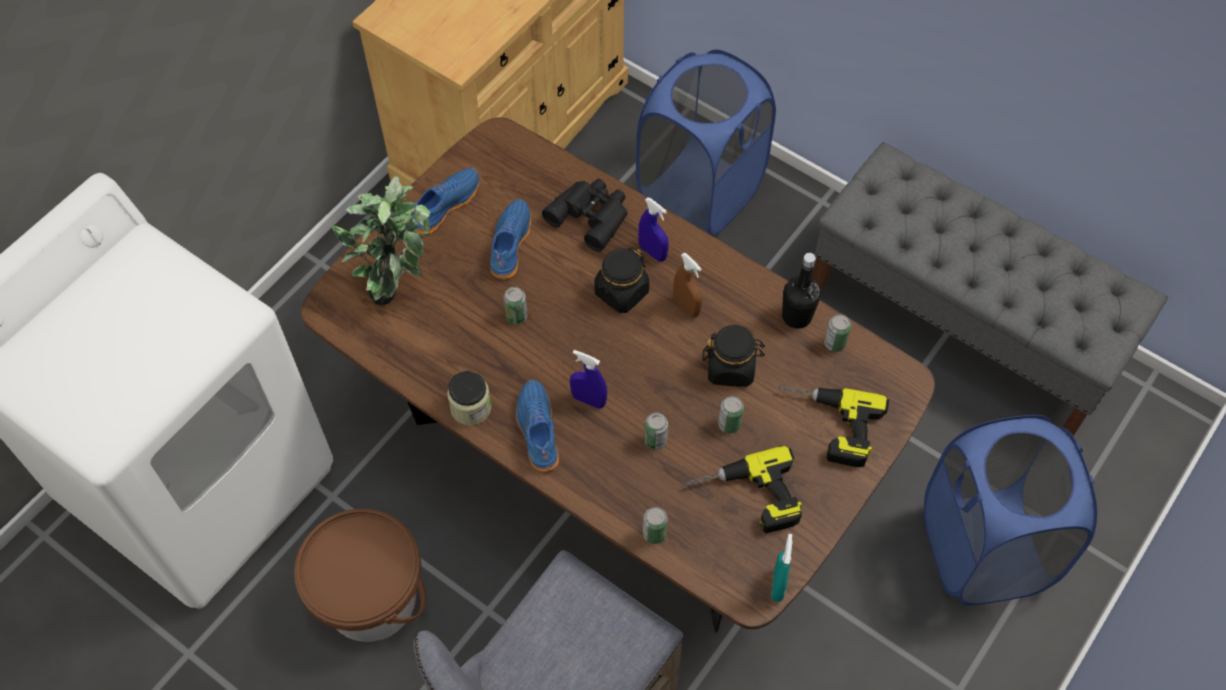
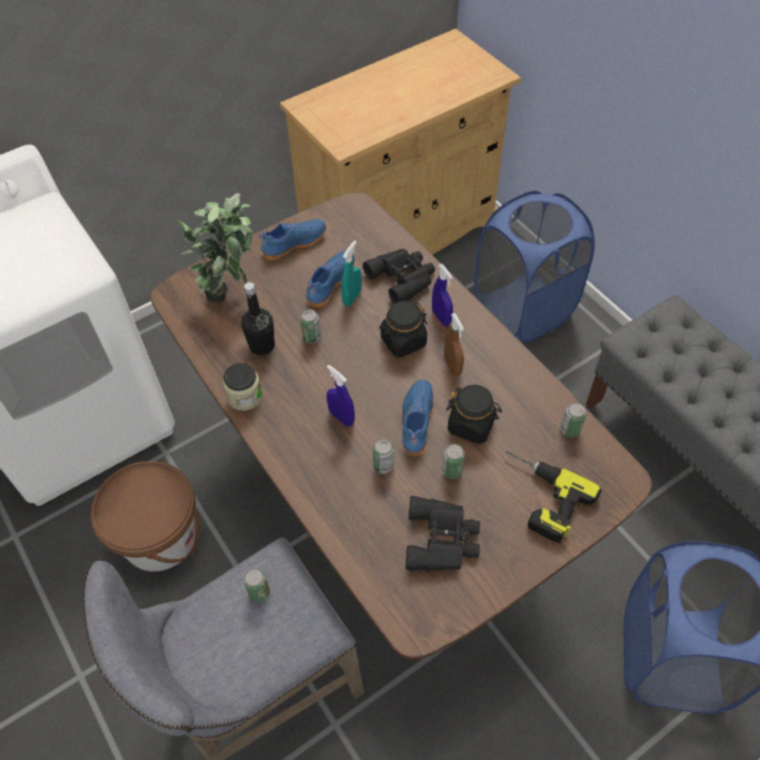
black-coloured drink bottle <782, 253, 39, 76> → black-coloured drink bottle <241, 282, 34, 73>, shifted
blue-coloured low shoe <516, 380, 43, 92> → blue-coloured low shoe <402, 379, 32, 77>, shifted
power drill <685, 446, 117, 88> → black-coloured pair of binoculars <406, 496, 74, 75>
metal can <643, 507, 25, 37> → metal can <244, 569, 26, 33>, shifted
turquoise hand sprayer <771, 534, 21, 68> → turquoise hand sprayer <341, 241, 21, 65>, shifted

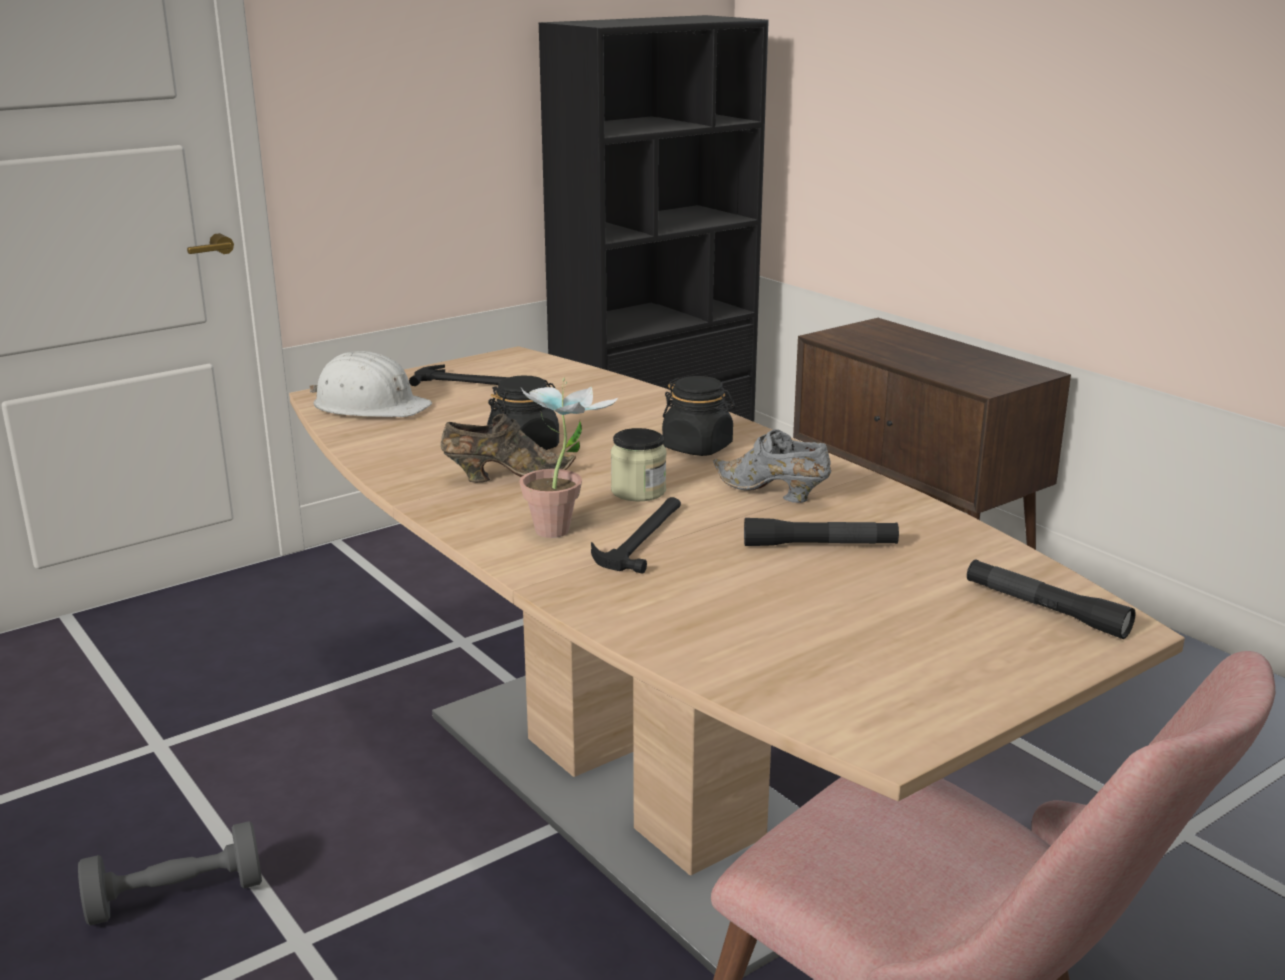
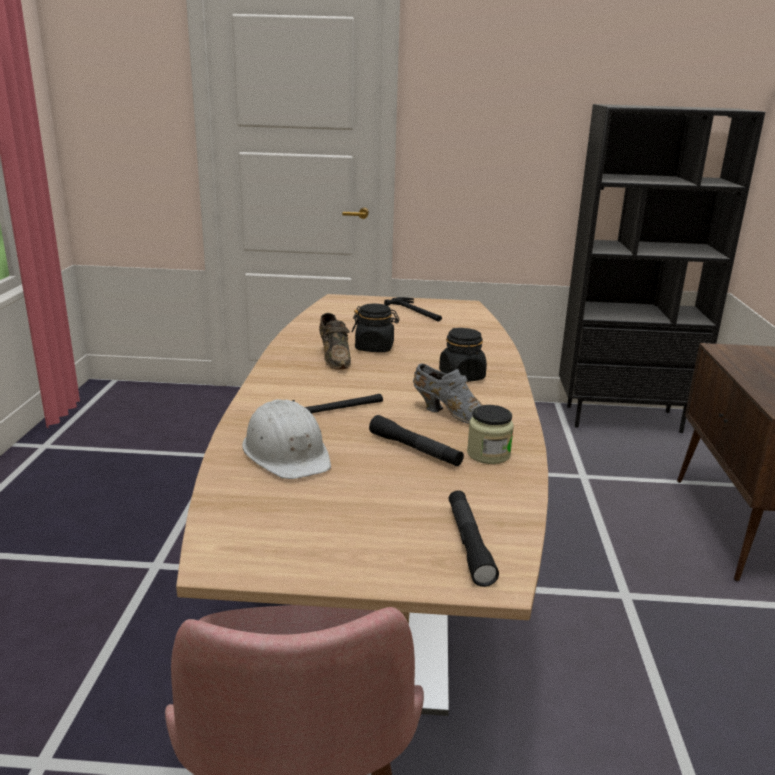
white work helmet <309, 351, 123, 66> → white work helmet <242, 399, 89, 80>, shifted
houseplant <519, 378, 99, 160> → -
brownish low shoe <441, 414, 135, 69> → brownish low shoe <319, 313, 32, 57>, 45 degrees clockwise
storage jar <611, 428, 56, 73> → storage jar <467, 405, 47, 59>, shifted
grey low shoe <713, 429, 118, 74> → grey low shoe <413, 364, 69, 60>, 135 degrees clockwise
grey dumbbell <78, 821, 184, 105> → -

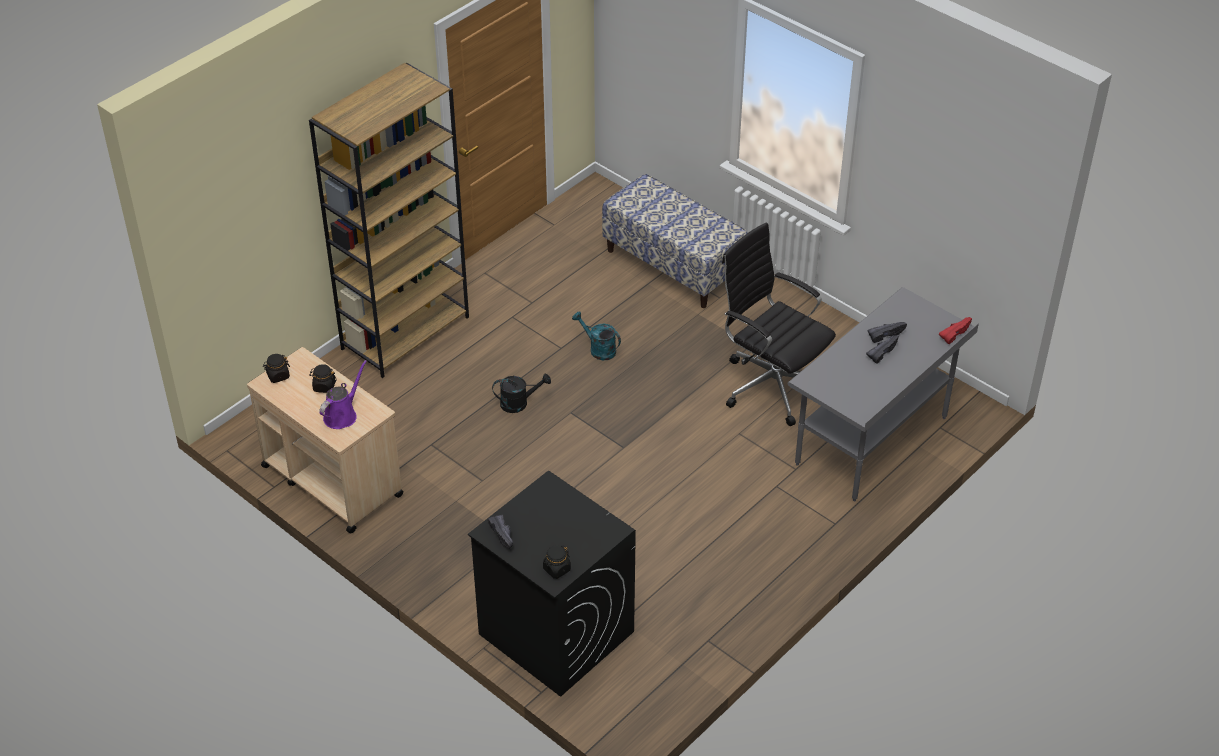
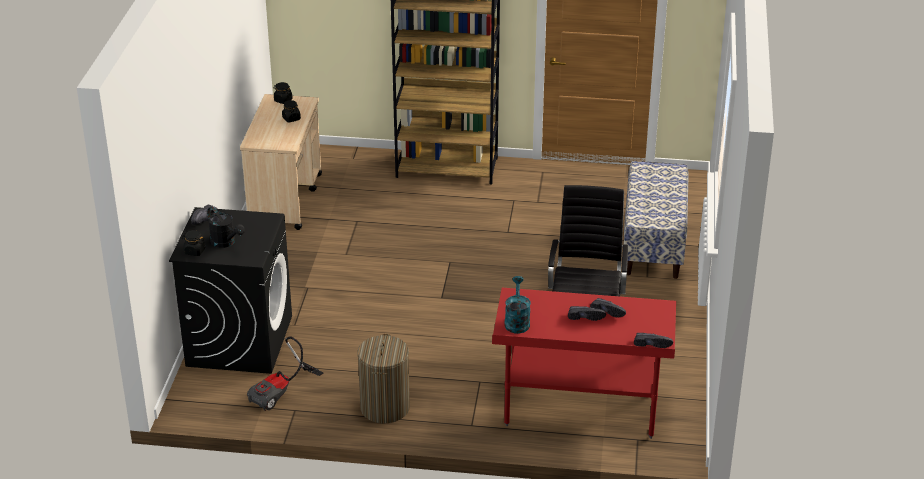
grey desk <788, 287, 191, 214> → red desk <492, 288, 184, 151>
turquoise watering can <572, 311, 49, 49> → turquoise watering can <505, 276, 26, 58>, shifted
red low shoe <939, 317, 33, 27> → black-coloured low shoe <634, 333, 39, 15>
purplish watering can <319, 360, 48, 69> → -
black-coloured watering can <492, 374, 59, 39> → black-coloured watering can <207, 207, 38, 41>, shifted
- → laundry basket <357, 334, 53, 89>
- → vacuum <247, 336, 77, 75>

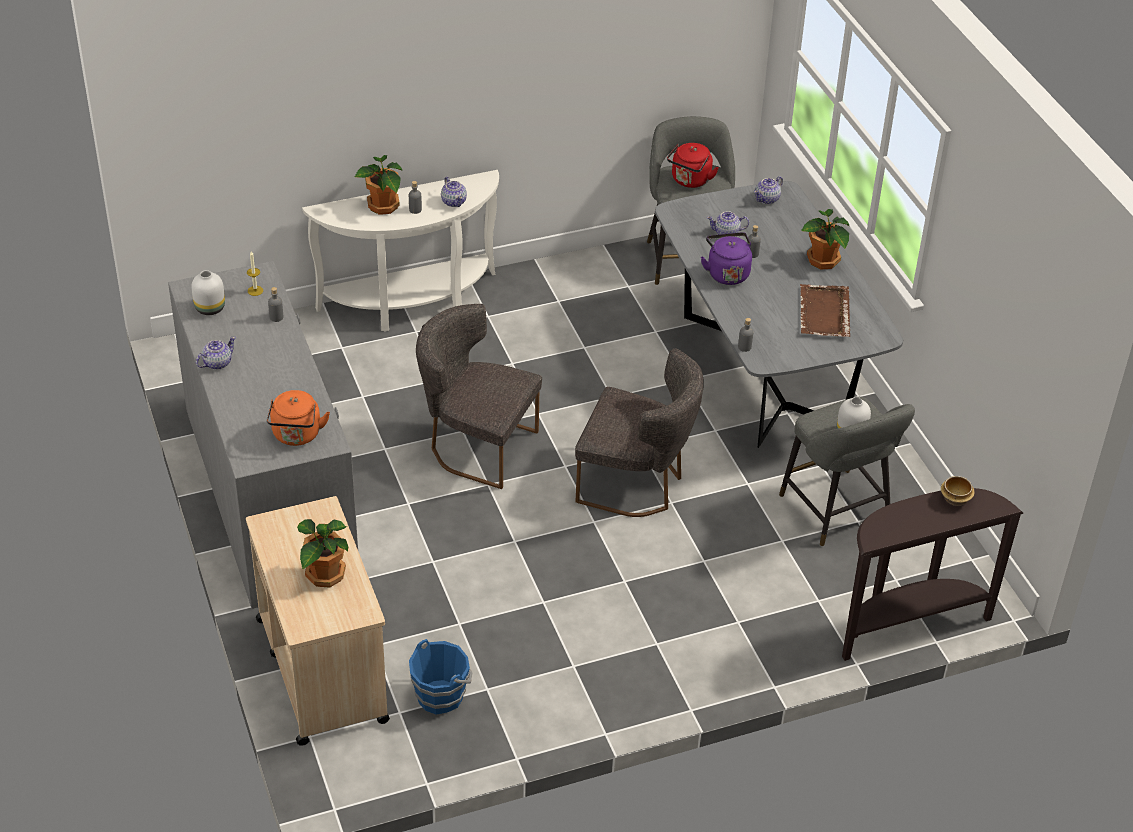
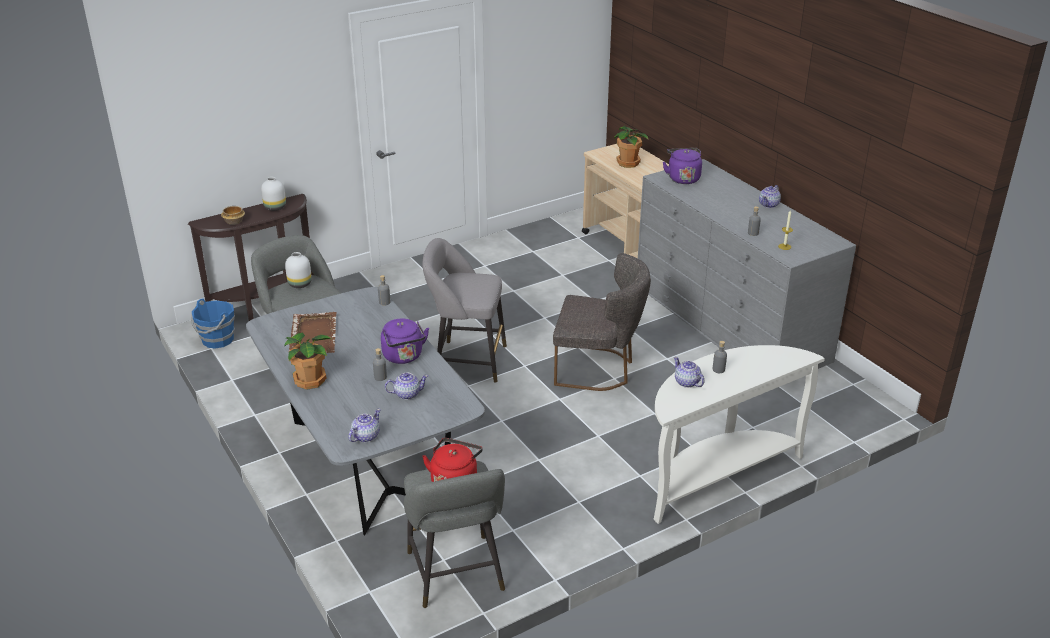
houseplant <355, 155, 47, 60> → -
white decorative vase <192, 270, 33, 45> → white decorative vase <261, 177, 25, 34>, shifted
grey chair <575, 348, 129, 169> → grey stool <423, 238, 84, 145>
orange-coloured water kettle <267, 390, 63, 56> → purplish water kettle <663, 148, 39, 36>
blue-coloured pail <409, 639, 63, 75> → blue-coloured pail <192, 298, 43, 51>, shifted

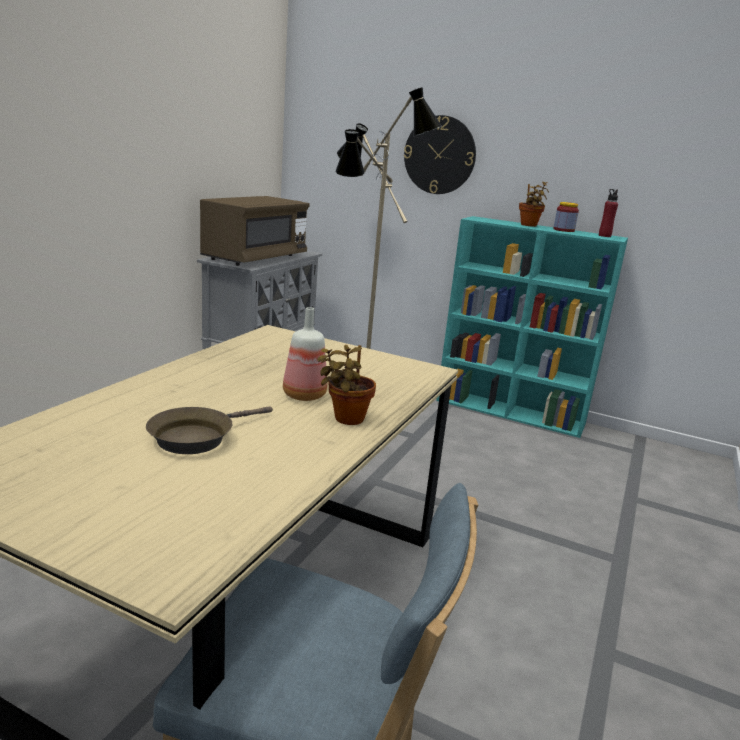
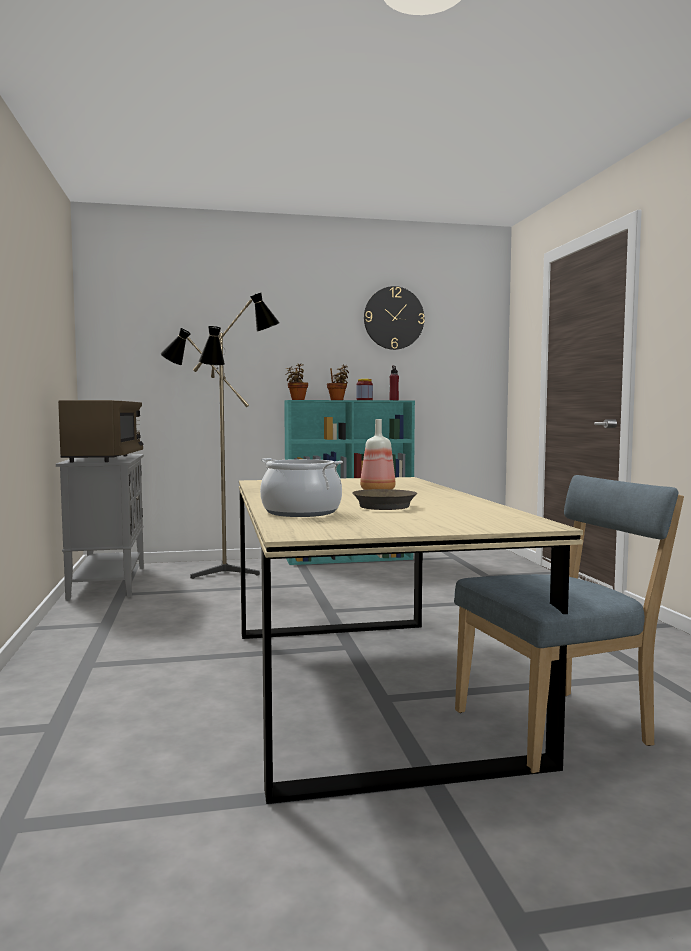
wall clock <404, 115, 72, 79> → wall clock <364, 286, 60, 64>, shifted
houseplant <317, 345, 59, 80> → houseplant <285, 364, 23, 36>, shifted
- → cooking pot <260, 458, 83, 59>

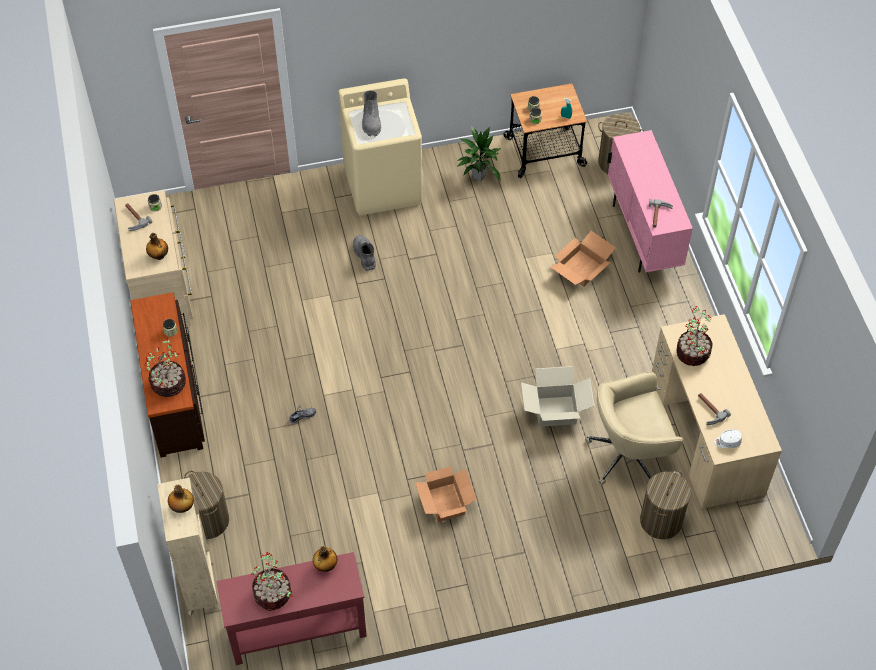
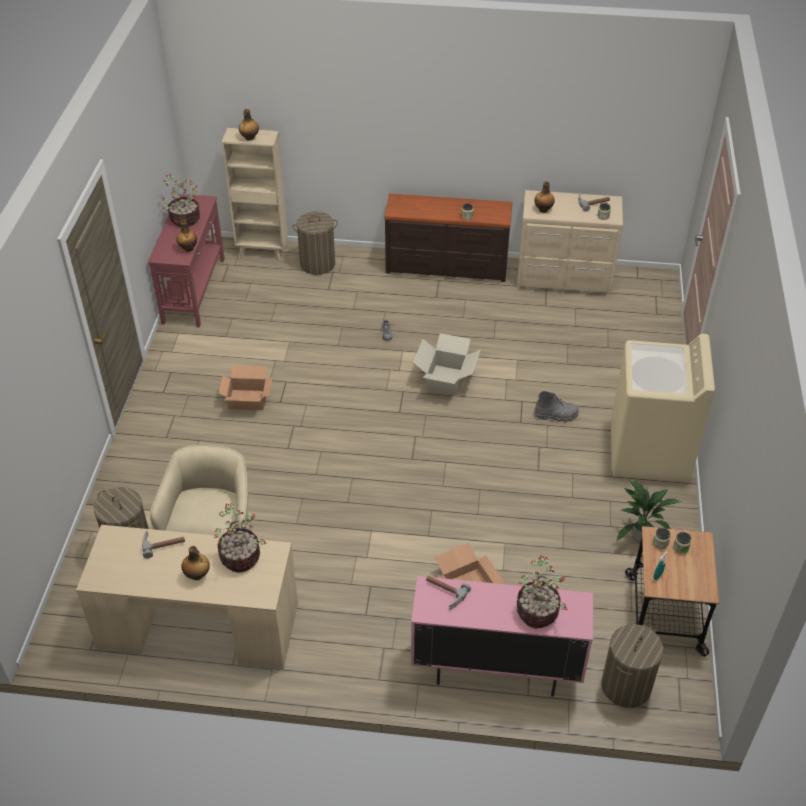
grey boot <362, 90, 19, 47> → -
houseplant <144, 338, 42, 59> → houseplant <517, 555, 51, 74>, shifted
carton <521, 366, 73, 61> → carton <413, 333, 67, 63>, shifted
white cap <714, 429, 28, 19> → -
- → drink bottle <181, 546, 29, 34>

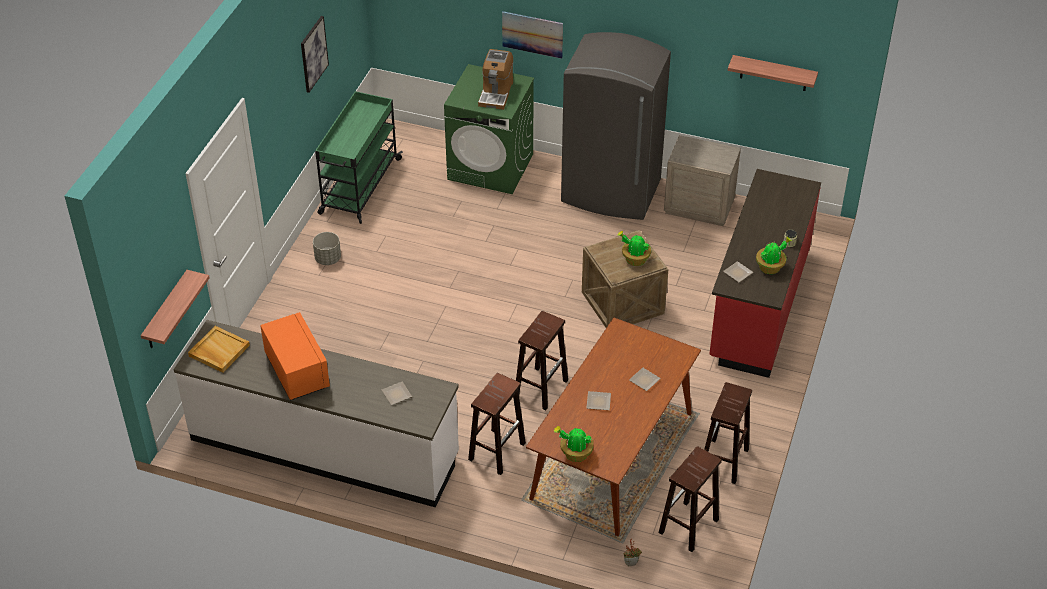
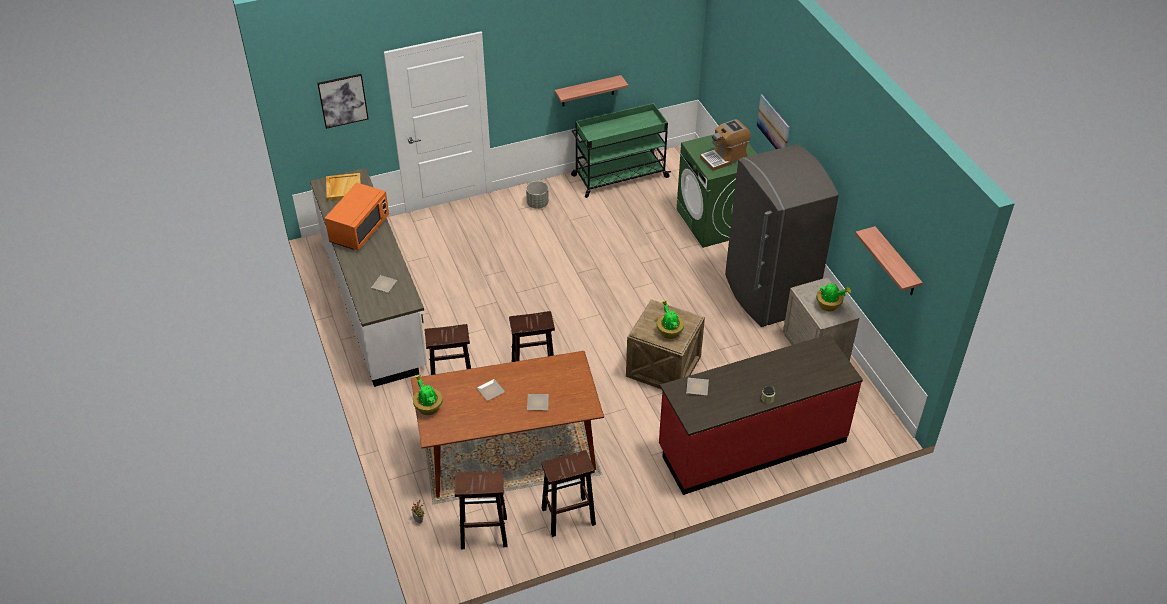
wall picture <301, 16, 28, 77> → wall picture <317, 74, 51, 55>, shifted
houseplant <756, 237, 35, 37> → houseplant <816, 283, 35, 28>, shifted
bracket shelf <141, 270, 69, 78> → bracket shelf <555, 75, 73, 31>, shifted

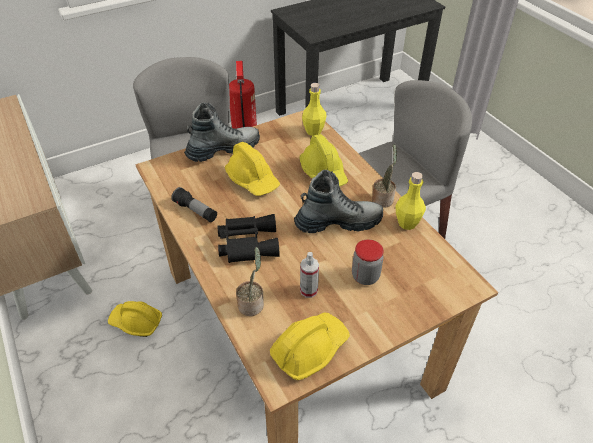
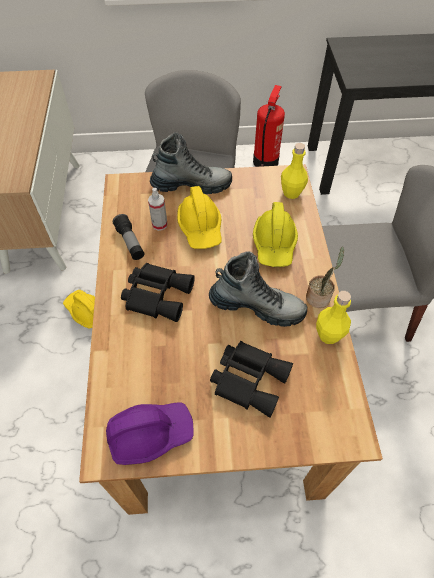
storage jar <352, 239, 32, 46> → black-coloured pair of binoculars <210, 341, 83, 77>
houseplant <236, 247, 28, 69> → -
hand sprayer <300, 252, 19, 46> → hand sprayer <148, 188, 19, 43>, shifted
yellow-coloured work helmet <270, 313, 80, 67> → purplish work helmet <106, 402, 88, 63>

